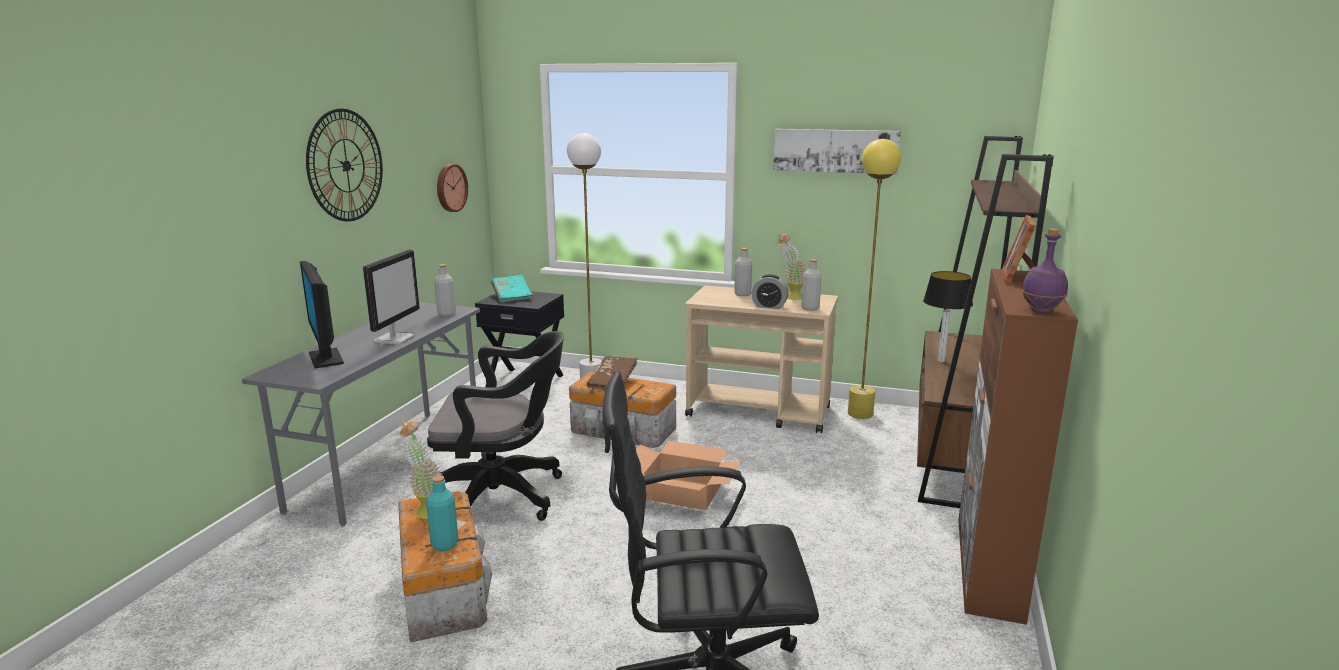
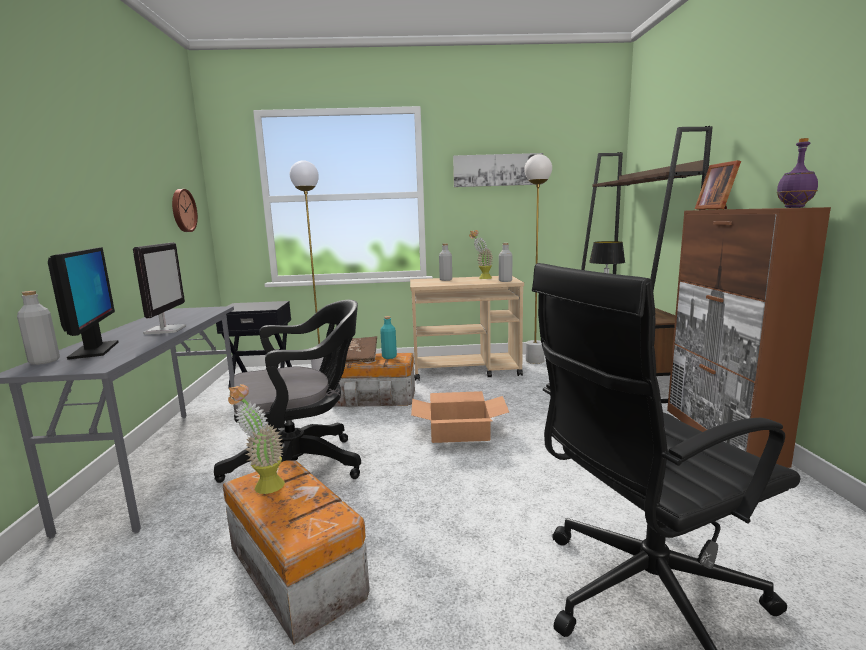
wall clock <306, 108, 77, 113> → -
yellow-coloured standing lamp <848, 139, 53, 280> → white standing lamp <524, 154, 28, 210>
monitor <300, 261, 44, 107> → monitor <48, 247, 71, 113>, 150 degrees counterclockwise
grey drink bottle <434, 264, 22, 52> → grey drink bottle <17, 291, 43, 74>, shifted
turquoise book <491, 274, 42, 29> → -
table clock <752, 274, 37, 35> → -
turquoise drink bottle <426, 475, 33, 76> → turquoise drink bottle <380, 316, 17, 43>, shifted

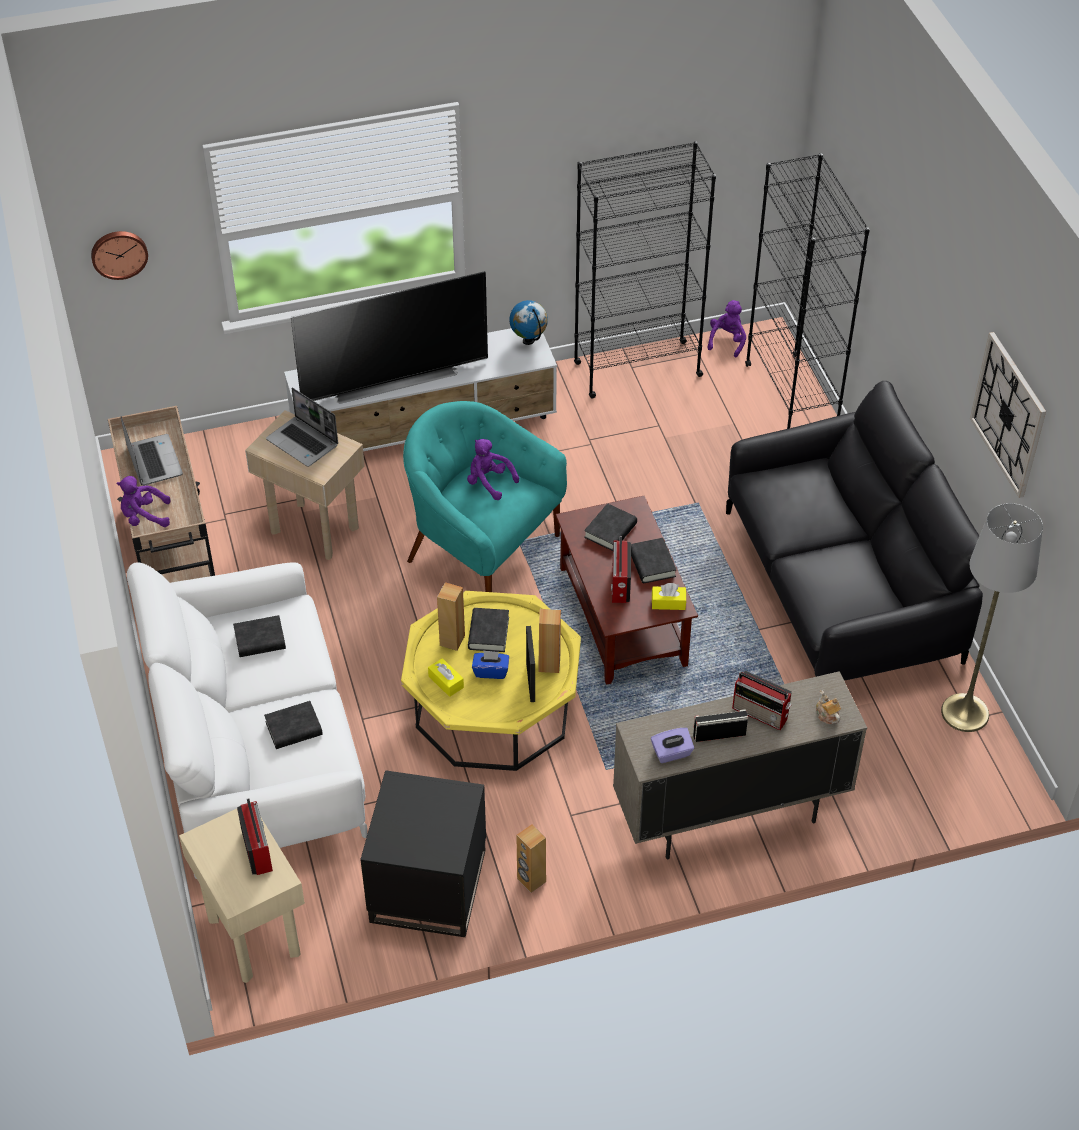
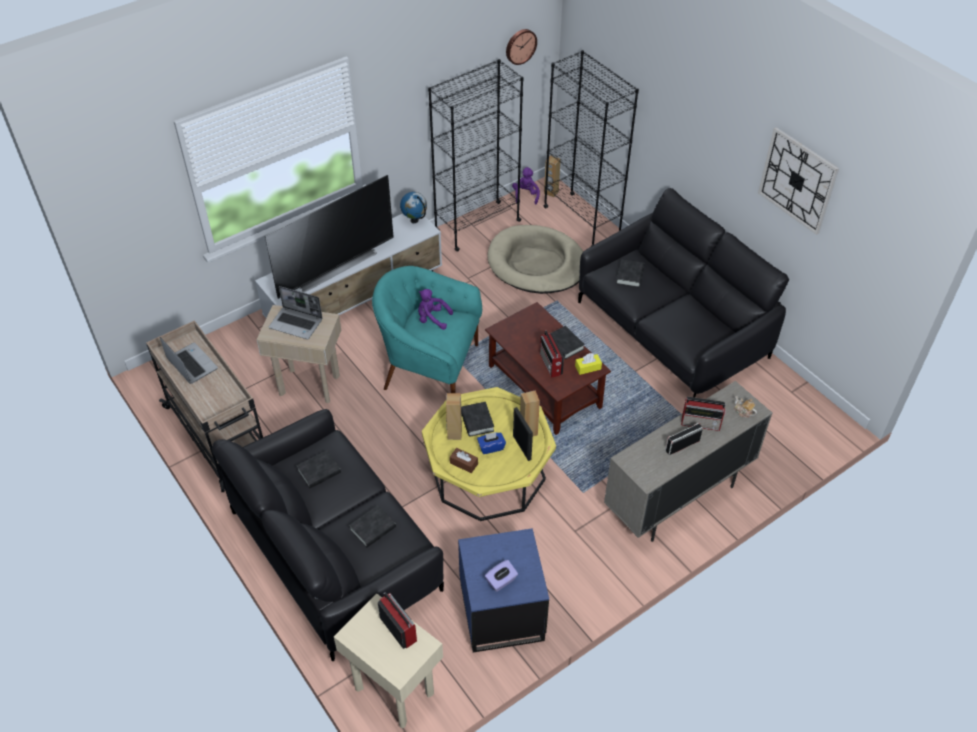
wall clock <91, 231, 57, 49> → wall clock <506, 29, 31, 36>, shifted
purplish plush toy <116, 476, 55, 51> → -
black-coloured book <584, 503, 53, 48> → black-coloured book <617, 259, 27, 28>, shifted
grey standing lamp <941, 503, 102, 229> → -
white sofa <127, 562, 240, 317> → black-coloured sofa <212, 409, 232, 252>
yellow-coloured tissue box <428, 658, 36, 39> → brownish tissue box <450, 448, 28, 25>
purplish tissue box <651, 728, 43, 35> → purplish tissue box <485, 560, 33, 32>, shifted
black-coloured accent table <360, 770, 126, 167> → blue-coloured accent table <458, 528, 91, 124>
brownish loudspeaker <516, 824, 30, 69> → brownish loudspeaker <544, 155, 16, 42>, shifted
- → sand-coloured dog cushion <487, 225, 96, 69>

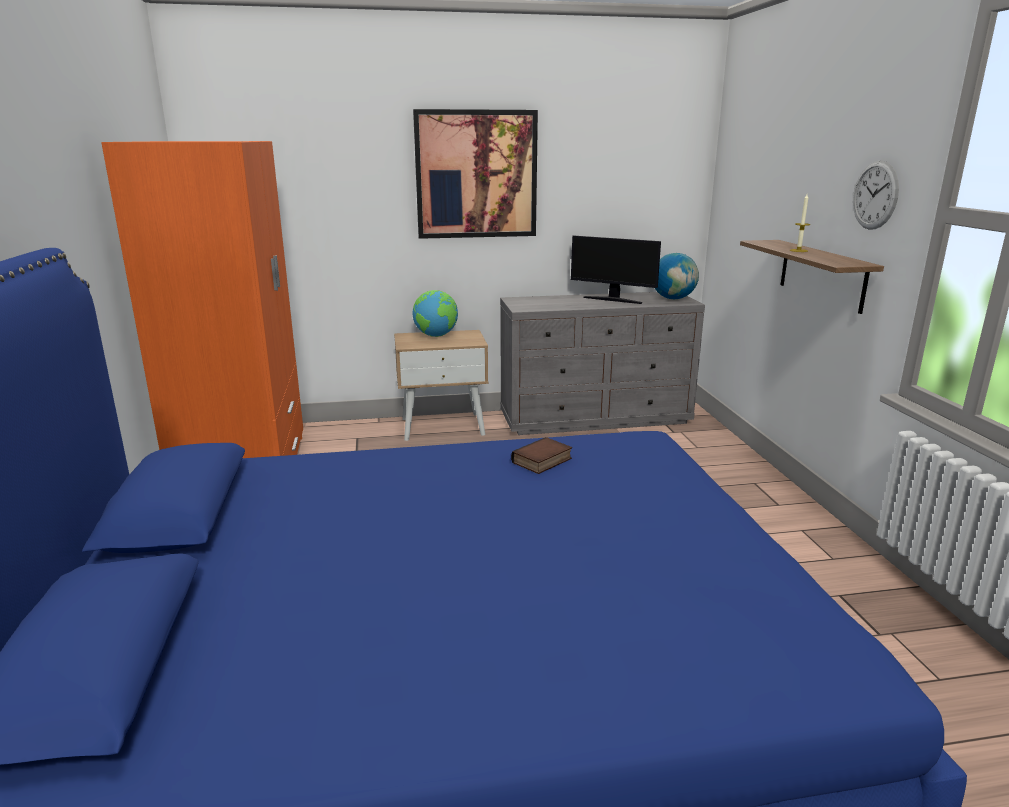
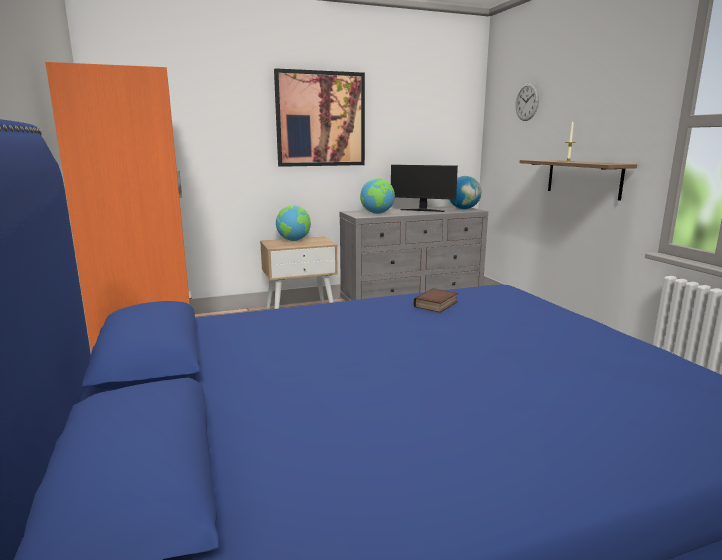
wall clock <853, 160, 46, 69> → wall clock <515, 83, 24, 38>, shifted
- → desk globe <360, 178, 35, 36>

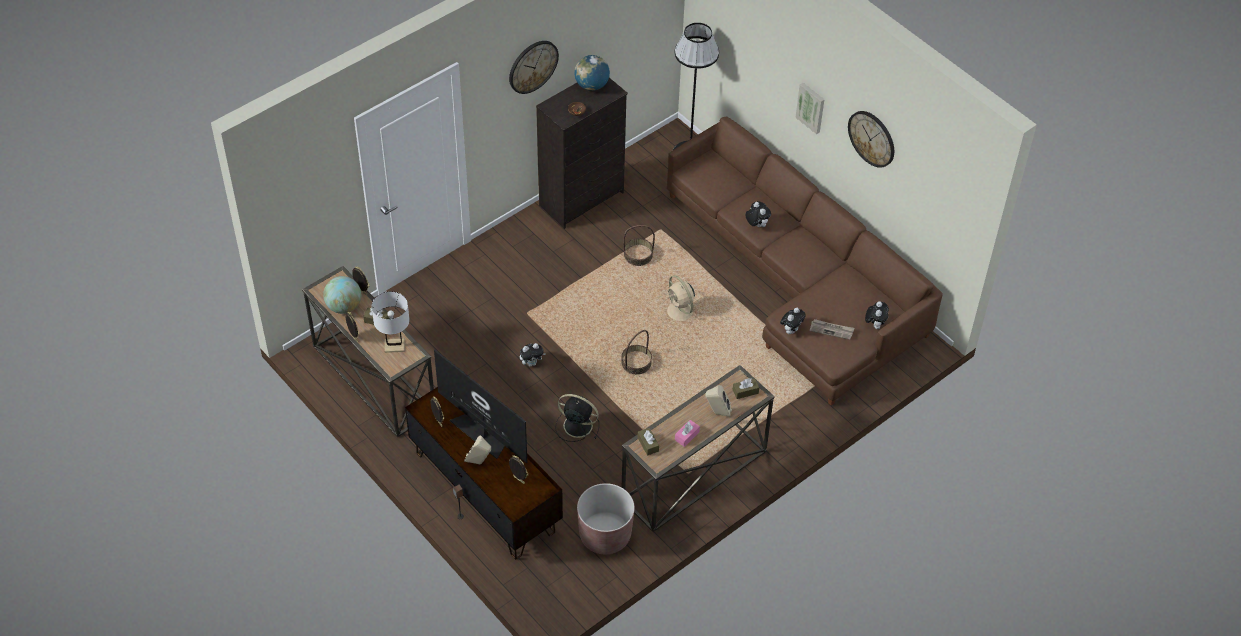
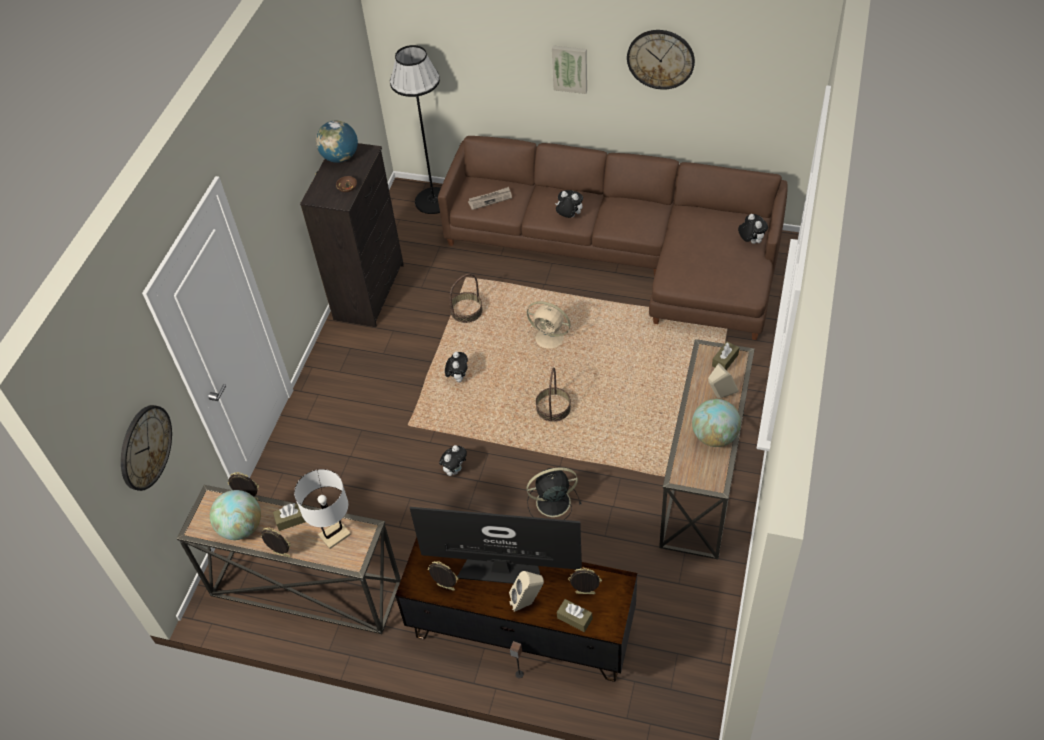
wall clock <509, 41, 50, 53> → wall clock <121, 405, 51, 86>, shifted
plush toy <780, 308, 25, 26> → plush toy <445, 352, 23, 31>, shifted
newspaper <810, 319, 44, 21> → newspaper <468, 187, 44, 23>, shifted
pinkish tissue box <675, 420, 25, 27> → desk globe <692, 399, 49, 48>
brownish tissue box <638, 428, 21, 28> → brownish tissue box <557, 599, 35, 33>, shifted
brownish planter <577, 483, 58, 71> → -

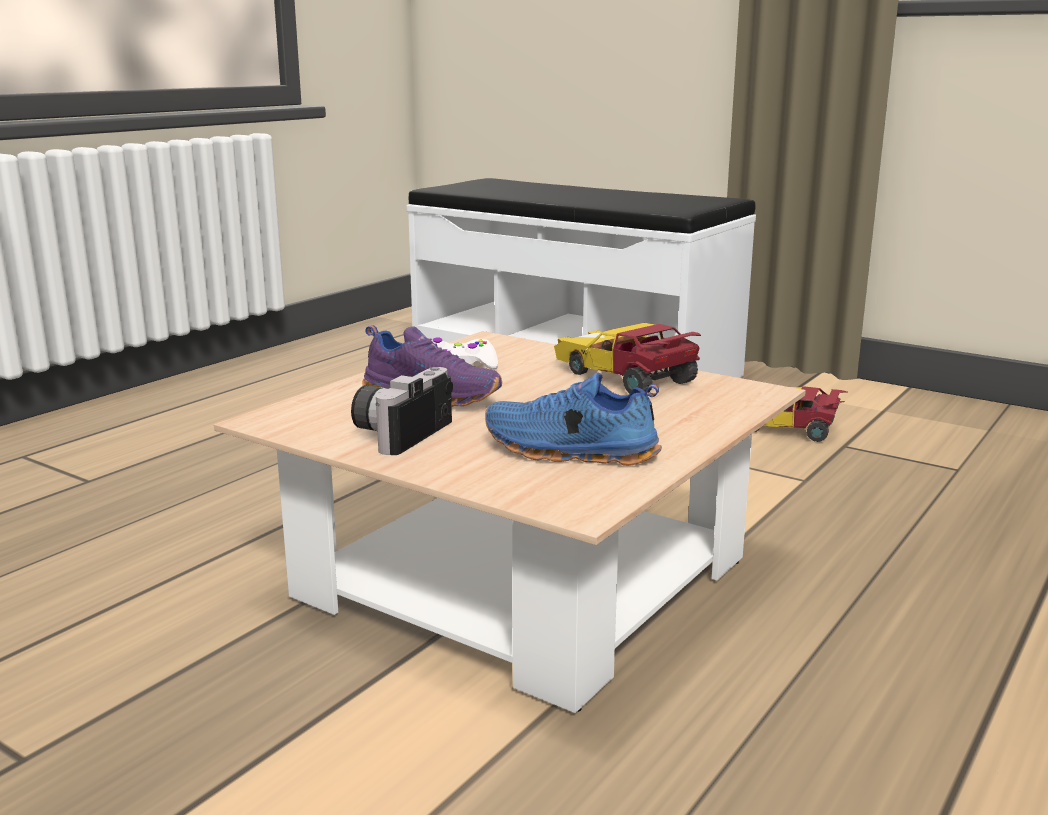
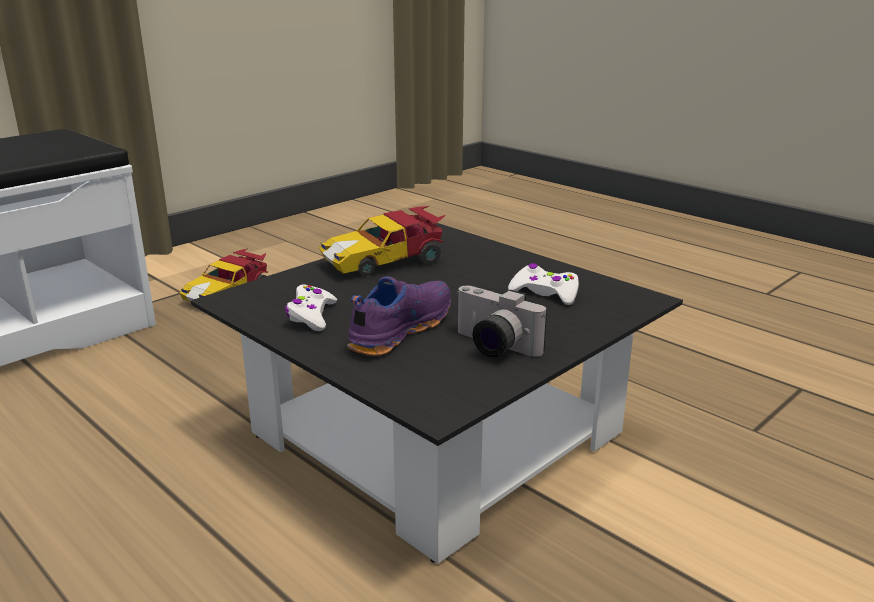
sand-coloured low table <214, 331, 592, 382> → black-coloured low table <191, 223, 492, 341>
blue-coloured low shoe <485, 373, 177, 93> → white game controller <508, 263, 71, 42>

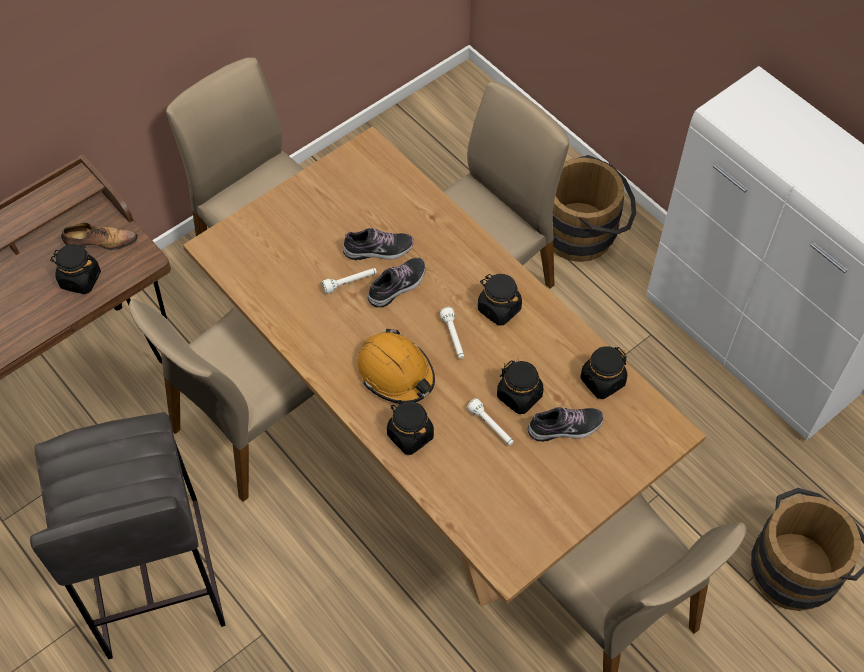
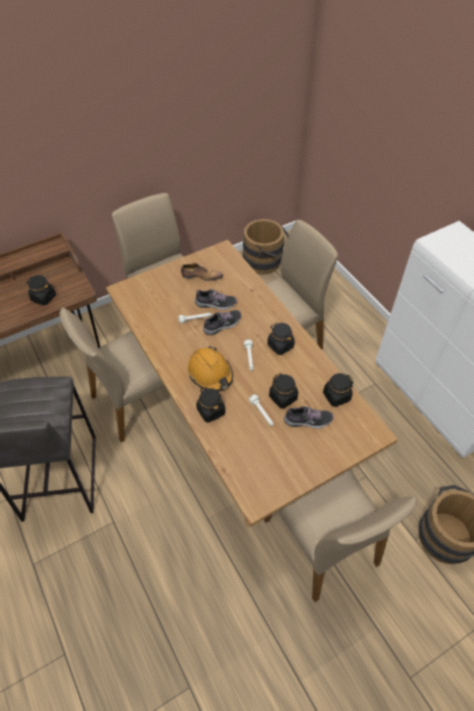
brownish pail <553, 155, 83, 107> → brownish pail <243, 219, 46, 55>, shifted
low shoe <61, 222, 77, 28> → low shoe <181, 263, 42, 18>, shifted

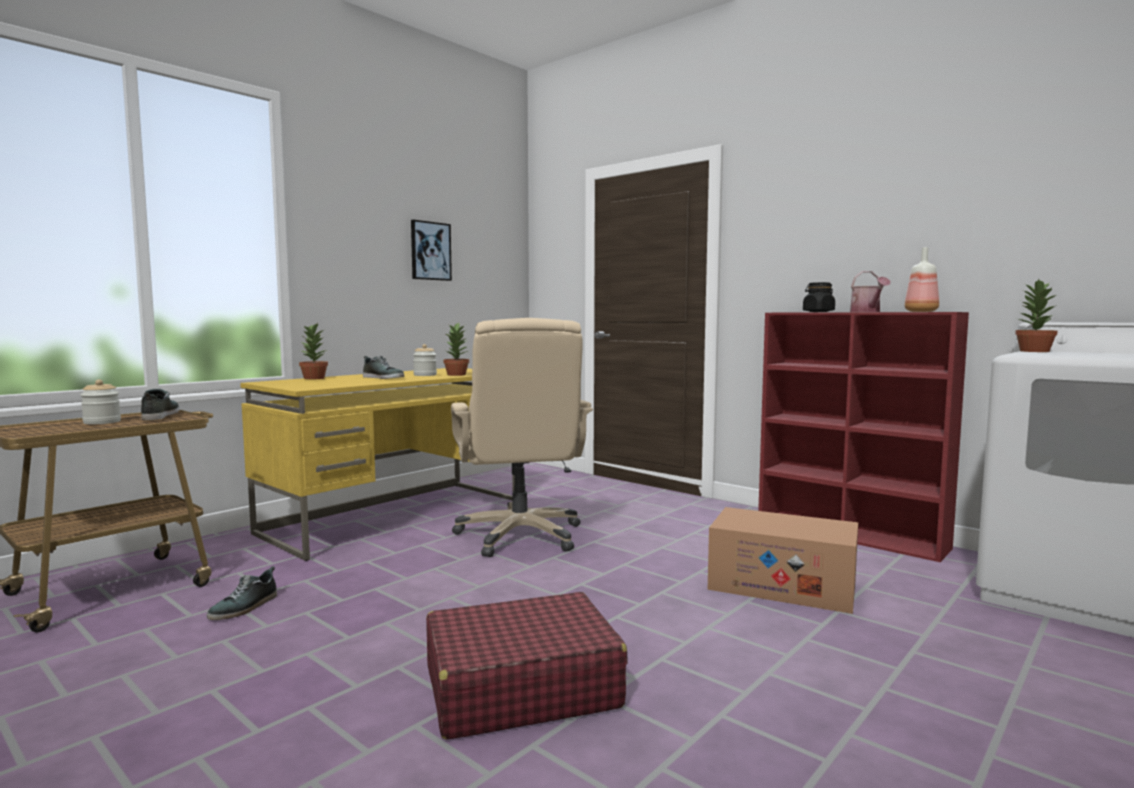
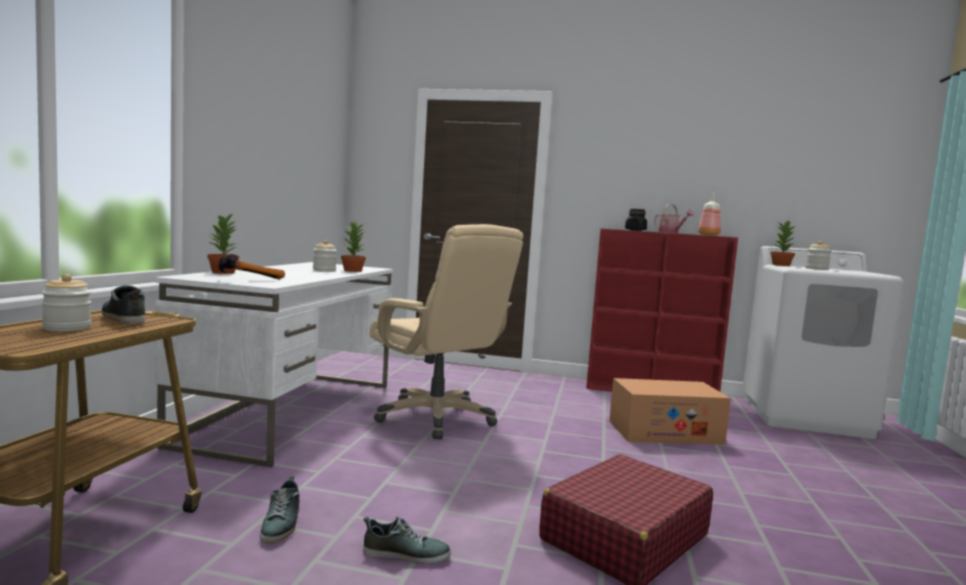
wall picture <411, 220, 41, 61> → -
low shoe <363, 356, 41, 23> → low shoe <363, 516, 88, 48>, shifted
yellow-coloured desk <240, 368, 275, 193> → white desk <155, 262, 238, 205>
- → storage jar <805, 241, 26, 29>
- → hand hammer <218, 254, 67, 25>

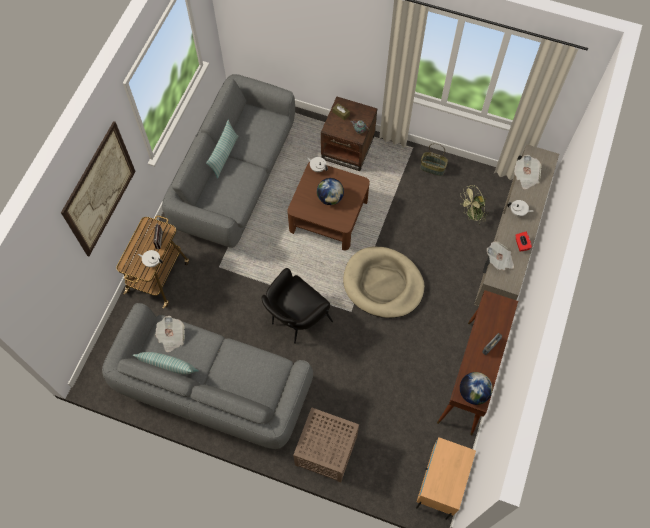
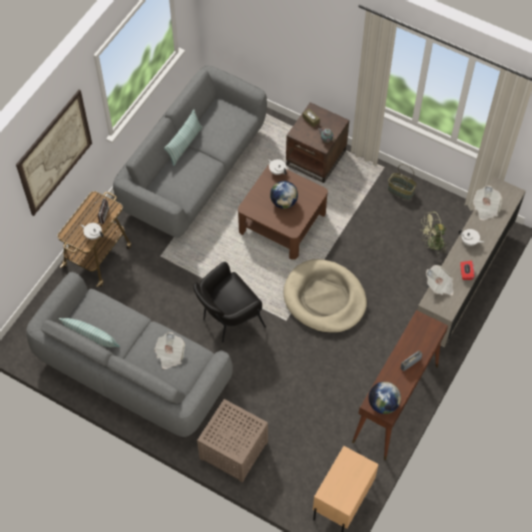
newspaper <155, 316, 30, 36> → newspaper <154, 332, 31, 37>, shifted

